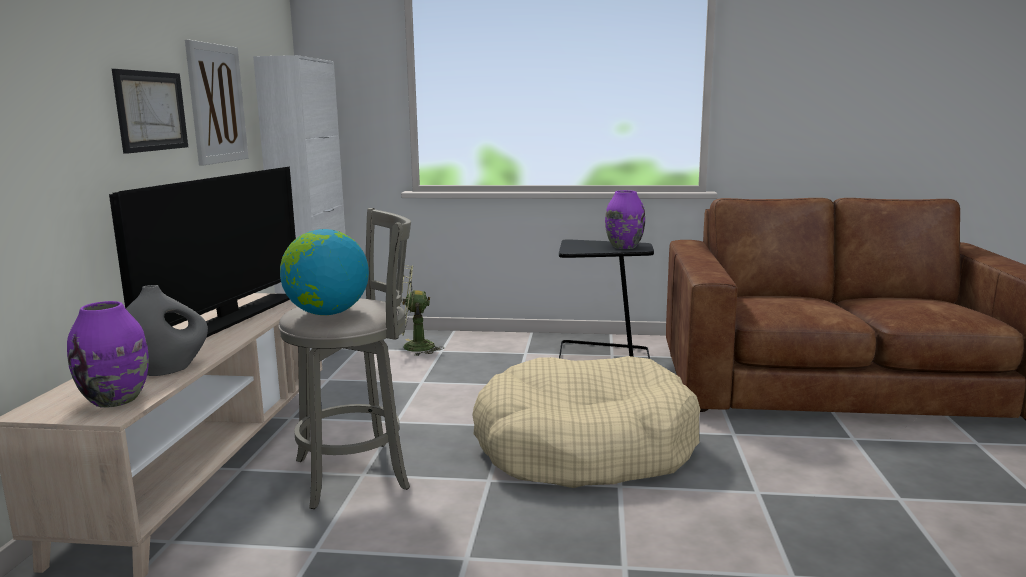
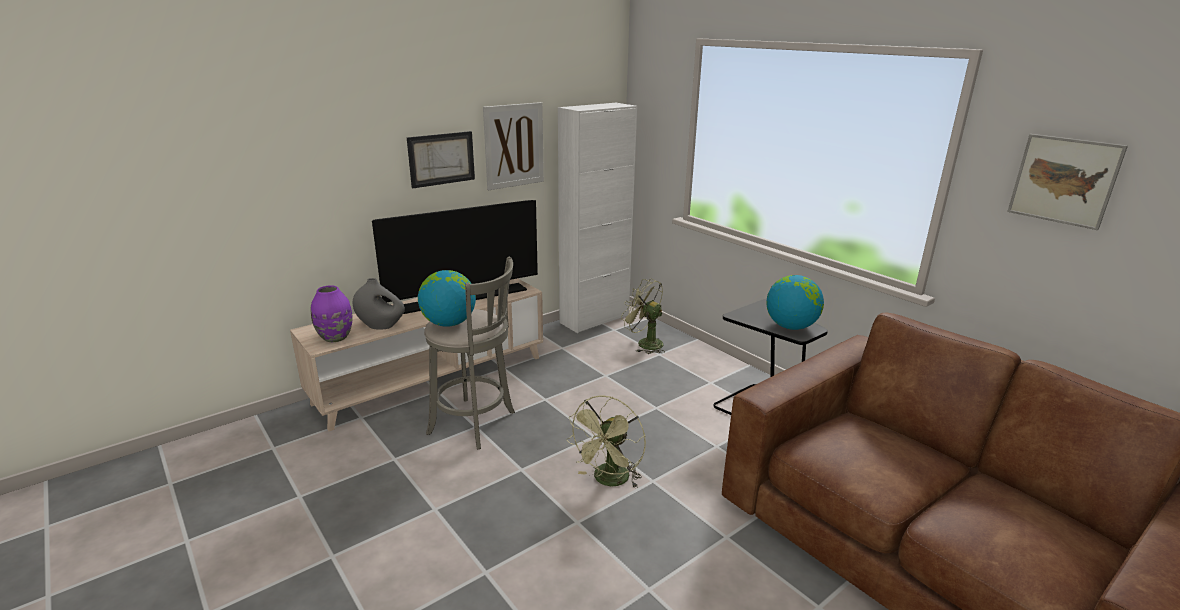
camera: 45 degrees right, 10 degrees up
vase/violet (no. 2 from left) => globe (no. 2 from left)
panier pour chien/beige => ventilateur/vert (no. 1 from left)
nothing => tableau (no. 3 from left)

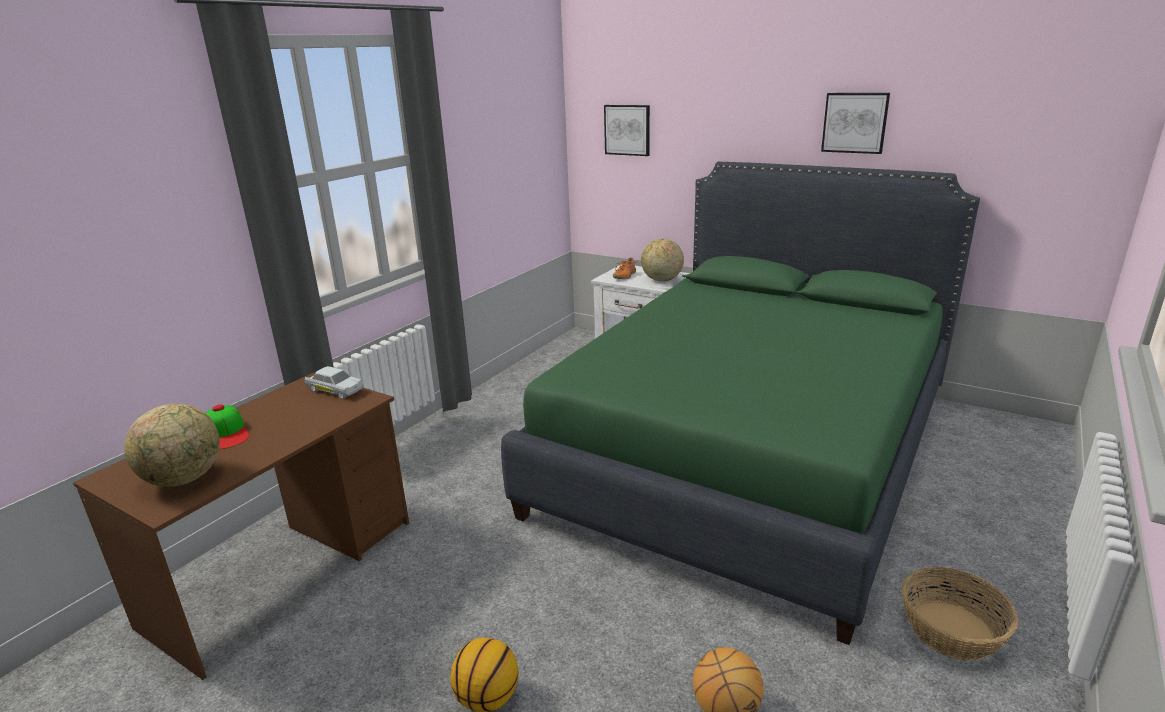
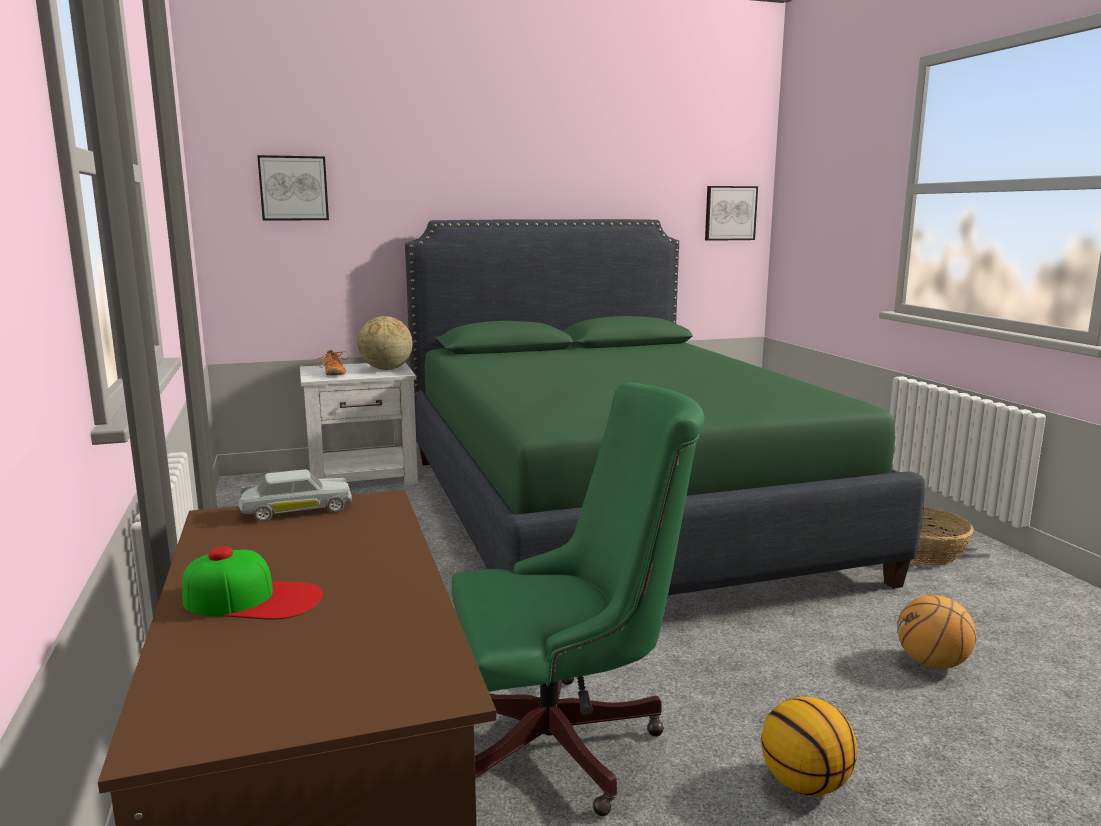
camera: 50 degrees left, 10 degrees down
tableau (no. 2 from left), relocated
globe (no. 1 from left) => nothing
nothing => chaise de bureau/vert

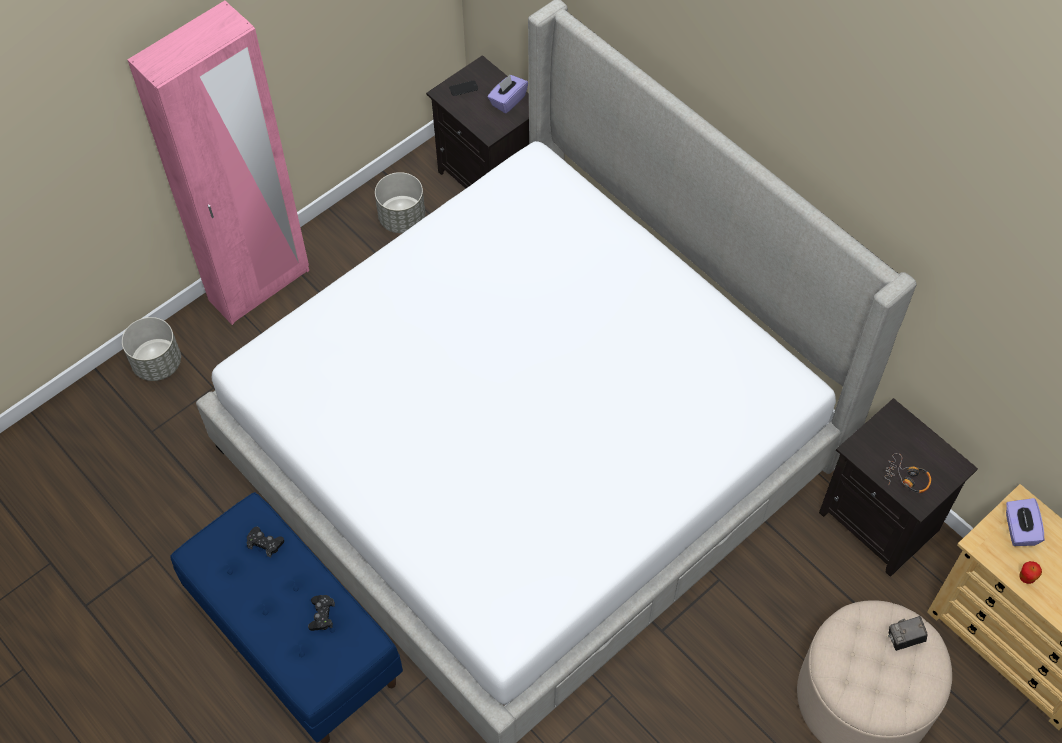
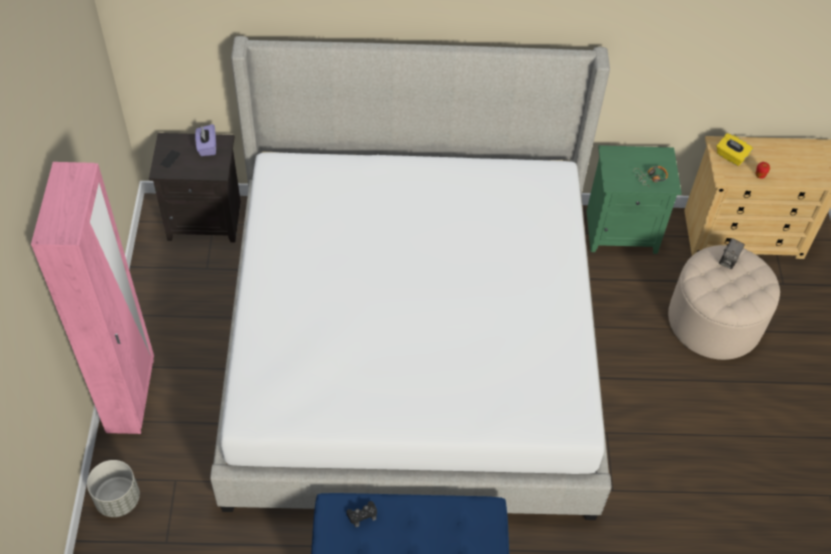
camera: 50 degrees left, 5 degrees down
cache-pot/gris (no. 2 from left) => nothing
table de chevet/noir (no. 2 from left) => table de chevet/vert
boîte à mouchoirs/violet (no. 2 from left) => boîte à mouchoirs/jaune
manette/noir (no. 2 from left) => nothing

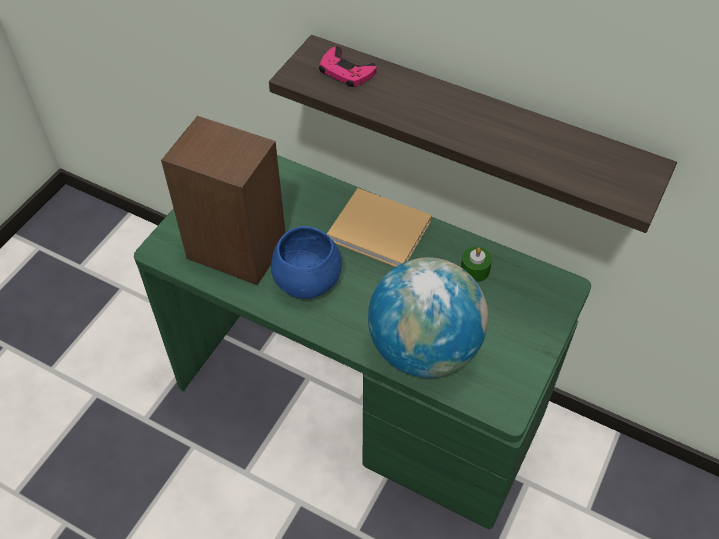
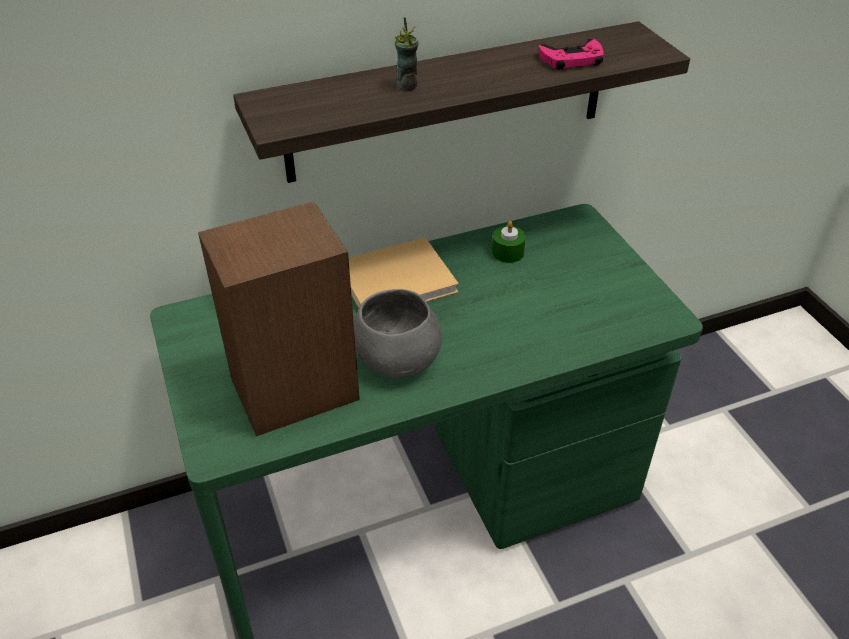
camera: 50 degrees left, 10 degrees down
manette/rose, relocated
bol/bleu => bol/gris
globe => nothing
nothing => tasse

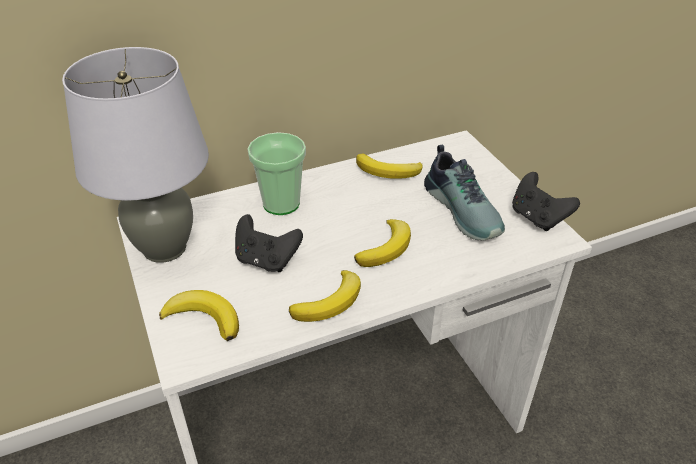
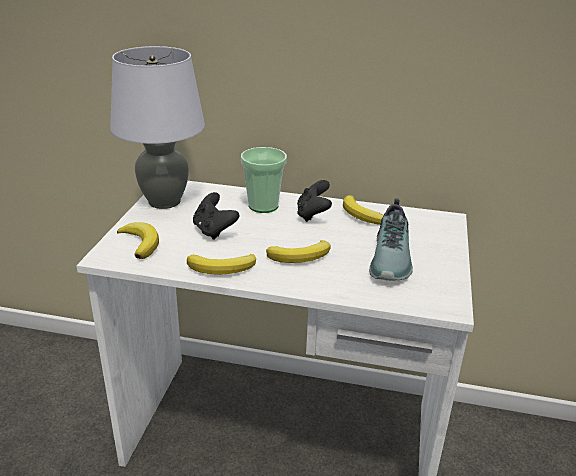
camera: 35 degrees right, 10 degrees down
manette/noir (no. 2 from left), relocated

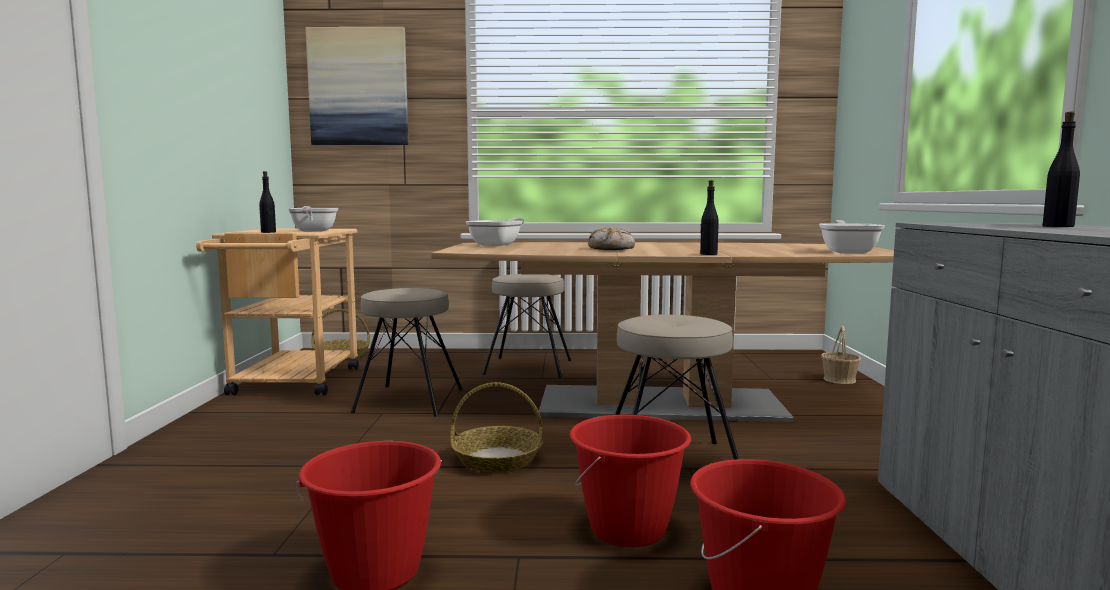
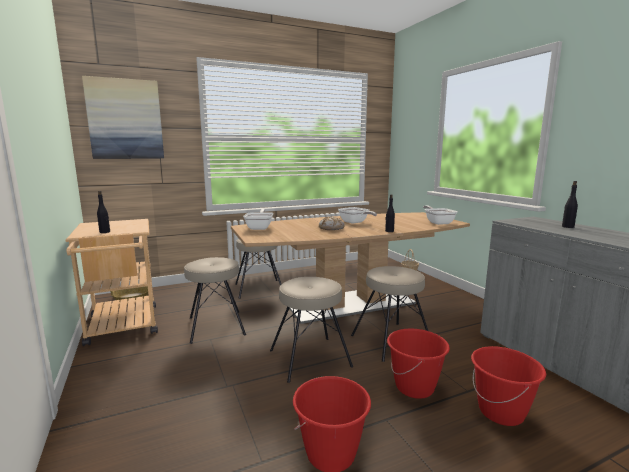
camera: 25 degrees left, 5 degrees up
poêle (no. 1 from left in the first image) => poêle (no. 2 from left), relocated
panier (no. 2 from left) => tabouret/beige (no. 3 from left)

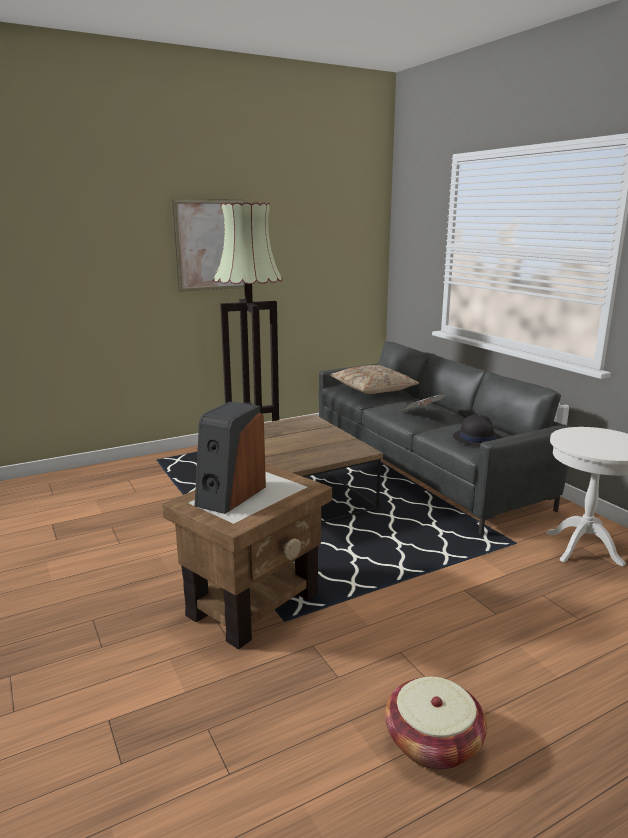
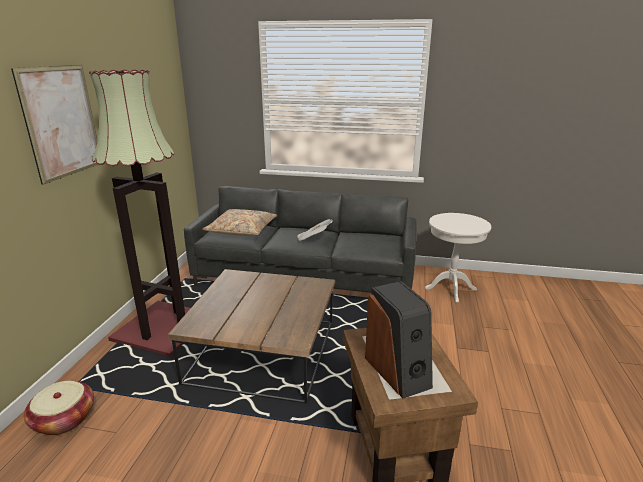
camera: 50 degrees left, 5 degrees up
chapeau/noir => nothing
panier, relocated

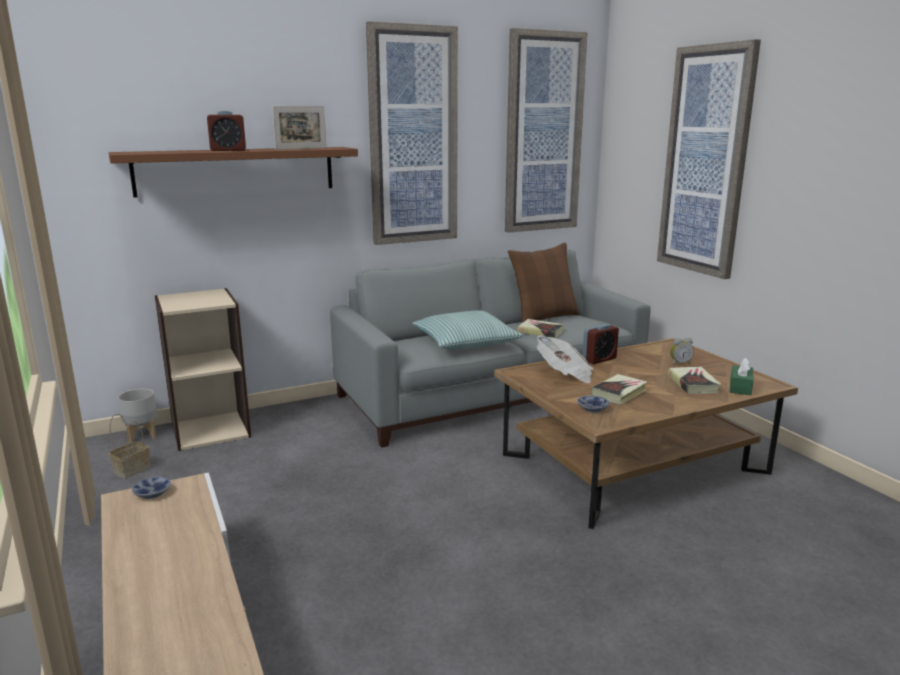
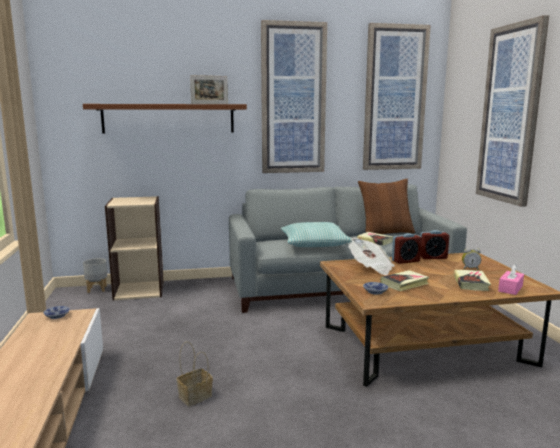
camera: 15 degrees right, 5 degrees down
réveil (no. 1 from left in the first image) => réveil (no. 2 from left), relocated
boîte à mouchoirs/vert => boîte à mouchoirs/rose
panier, relocated

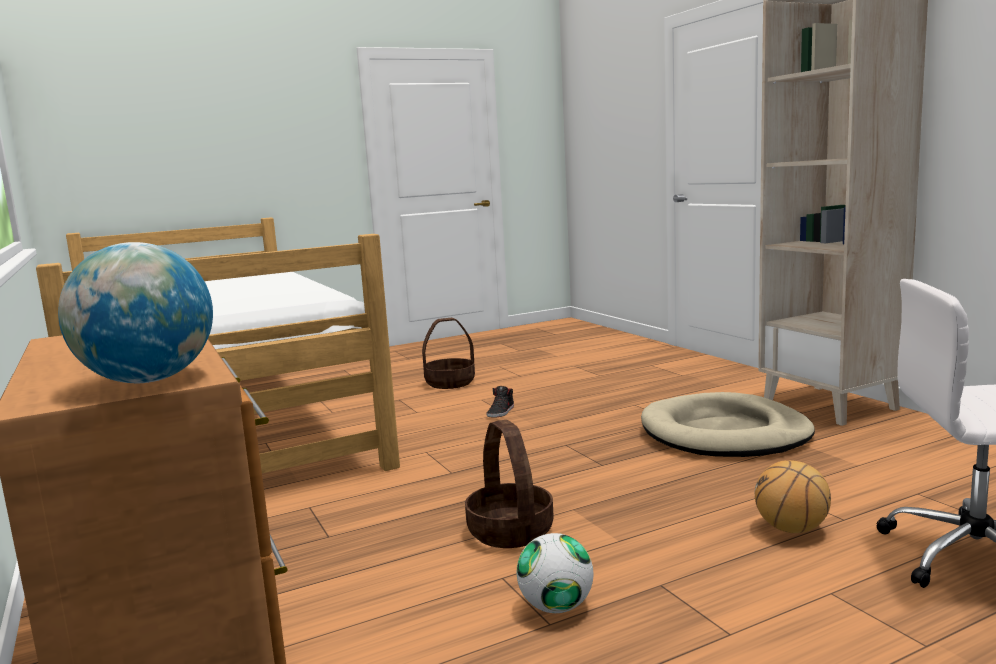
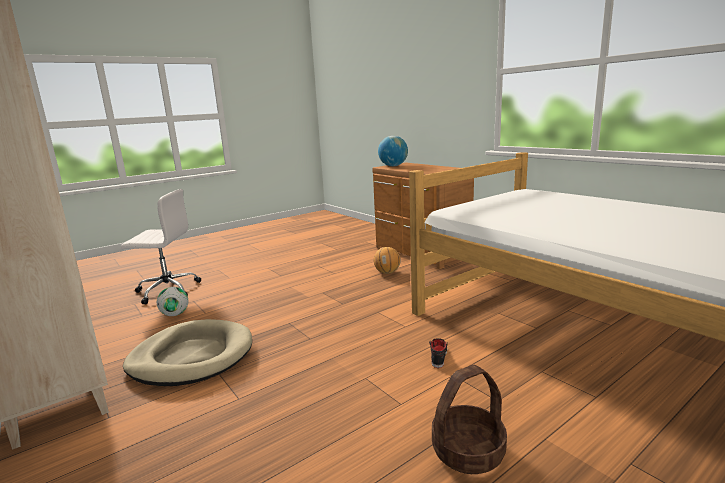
camera: 170 degrees right, 5 degrees up
chaussure/noir, relocated
panier (no. 2 from left) => nothing
ballon de basket, relocated
ballon de foot, relocated

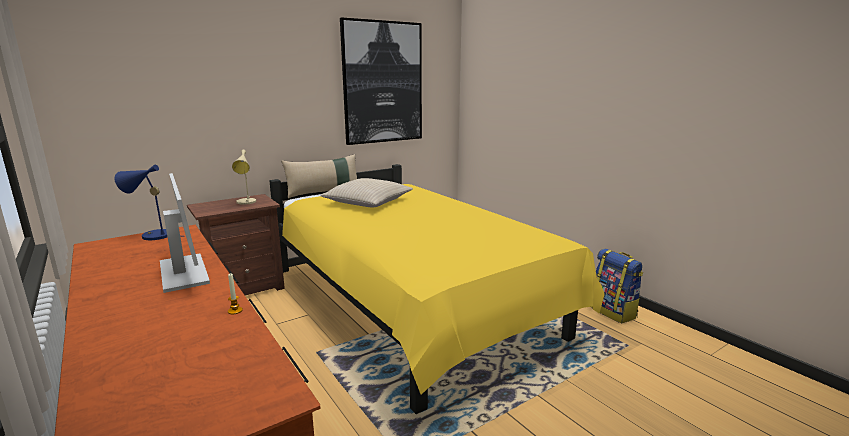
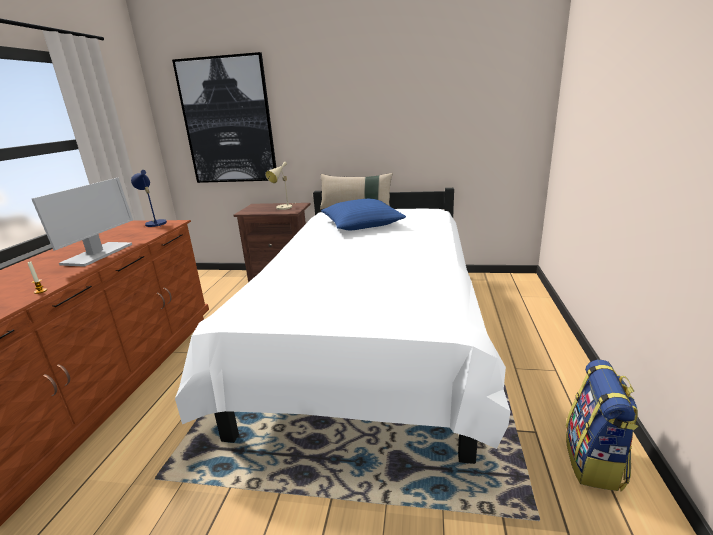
camera: 45 degrees right, 5 degrees up
tableau, relocated
lit/jaune => lit/blanc
coussin/beige (no. 2 from left) => coussin/bleu

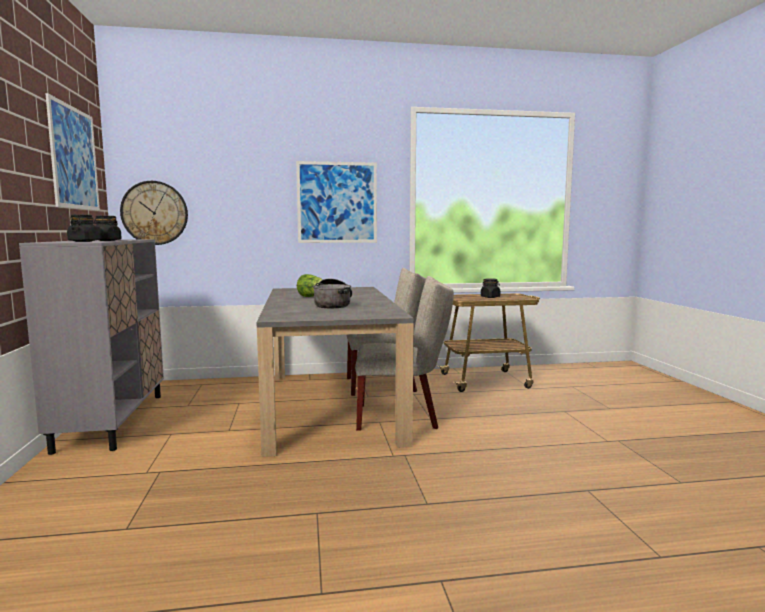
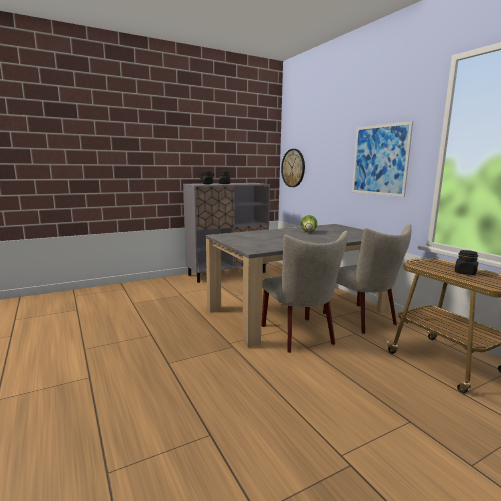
camera: 70 degrees right, 5 degrees up
tableau (no. 1 from left) => nothing
marmite => nothing

